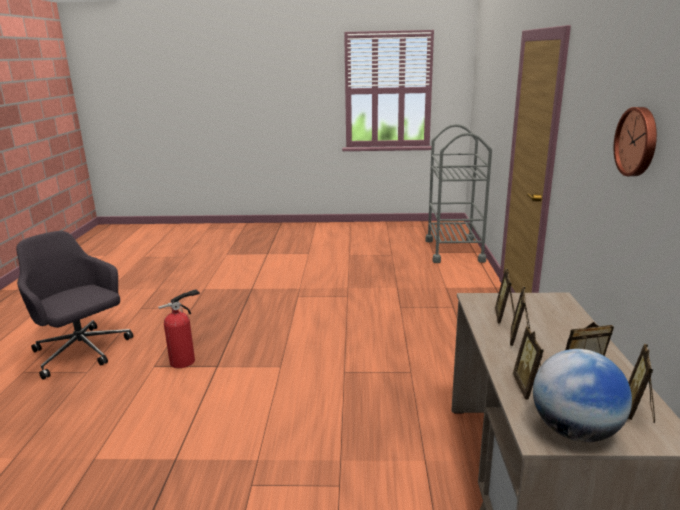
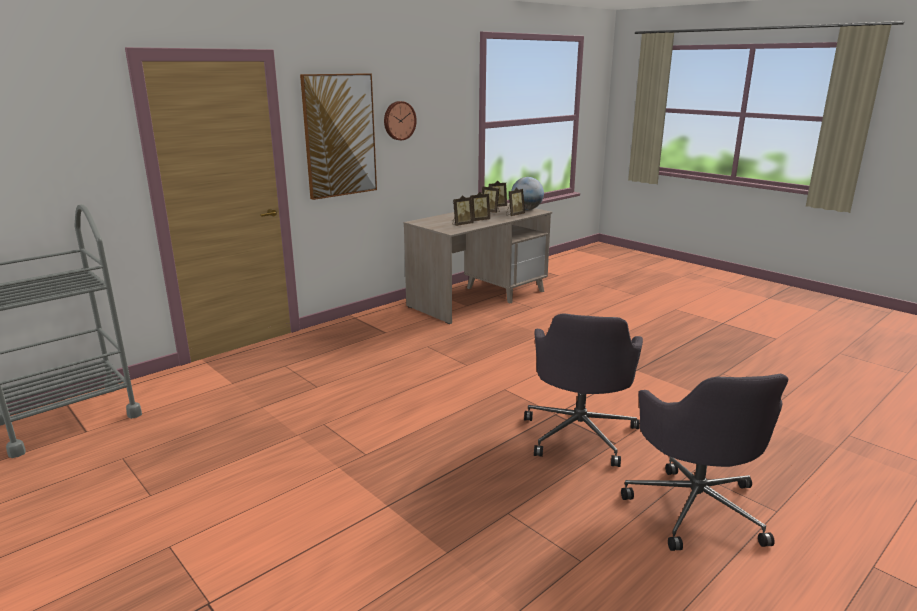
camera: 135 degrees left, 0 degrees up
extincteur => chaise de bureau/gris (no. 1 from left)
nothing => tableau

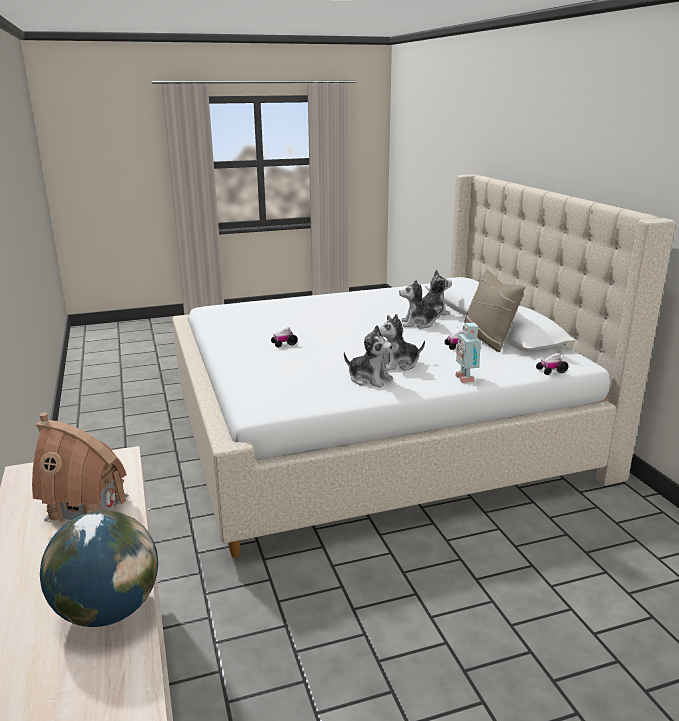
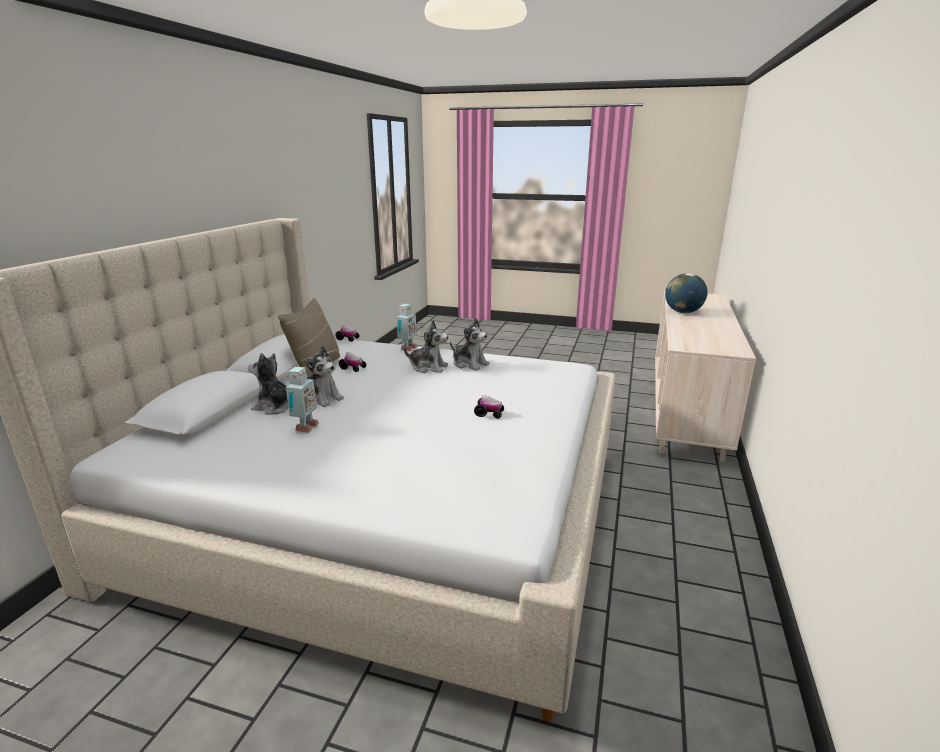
camera: 145 degrees left, 0 degrees up
peluche (no. 1 from left in the first image) => peluche (no. 4 from left), 150 degrees clockwise
maison miniature => nothing
nothing => robot jouet (no. 1 from left)

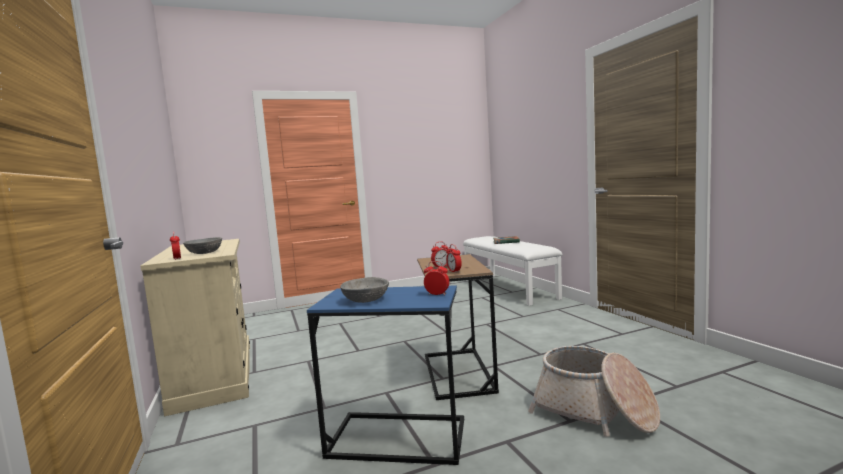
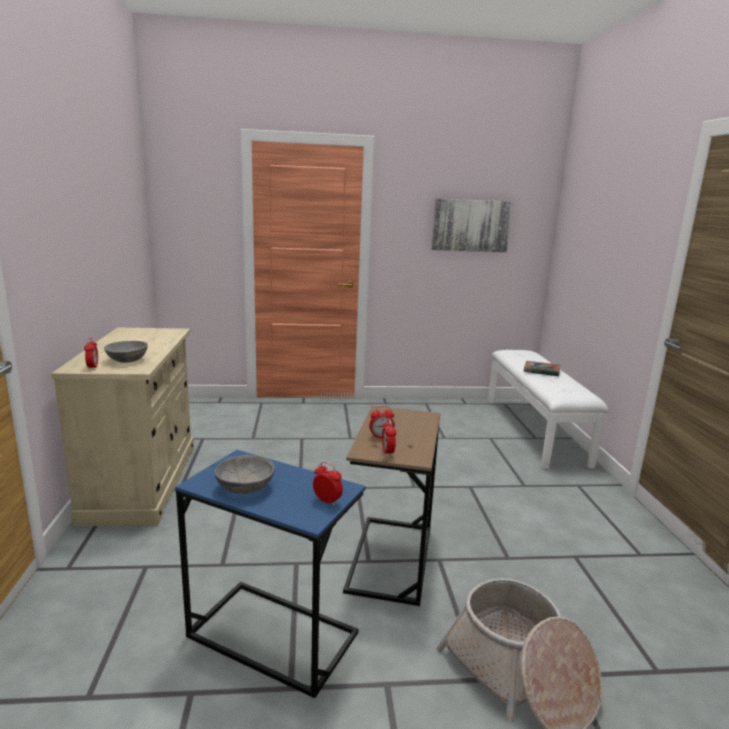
camera: 15 degrees right, 10 degrees up
nothing => tableau

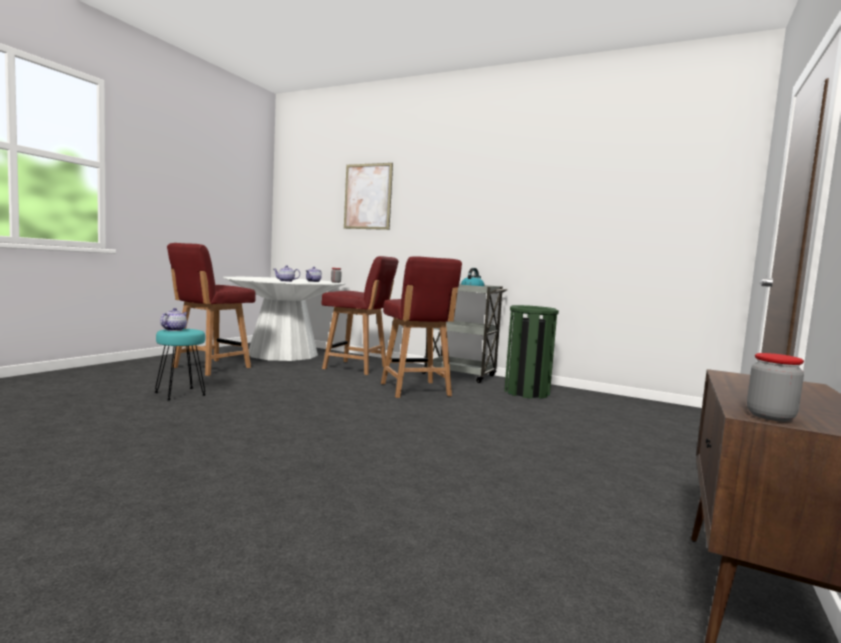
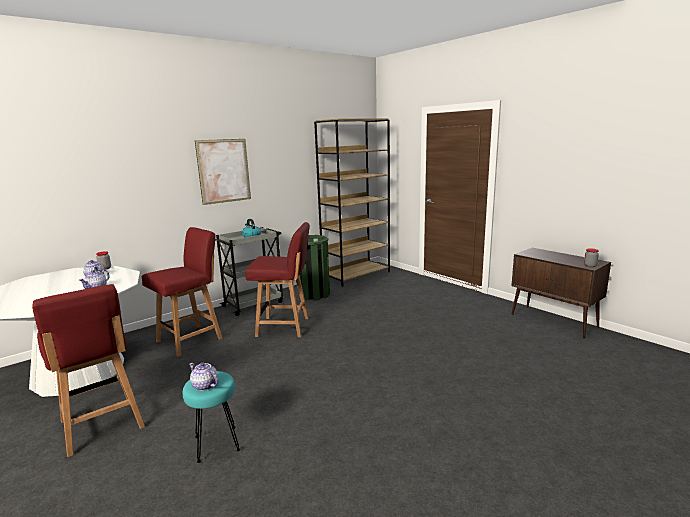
camera: 65 degrees left, 10 degrees up
tableau, relocated
nothing => bibliothèque/marron

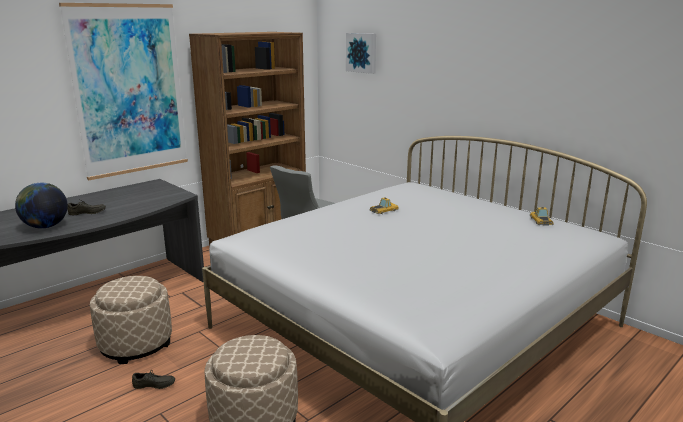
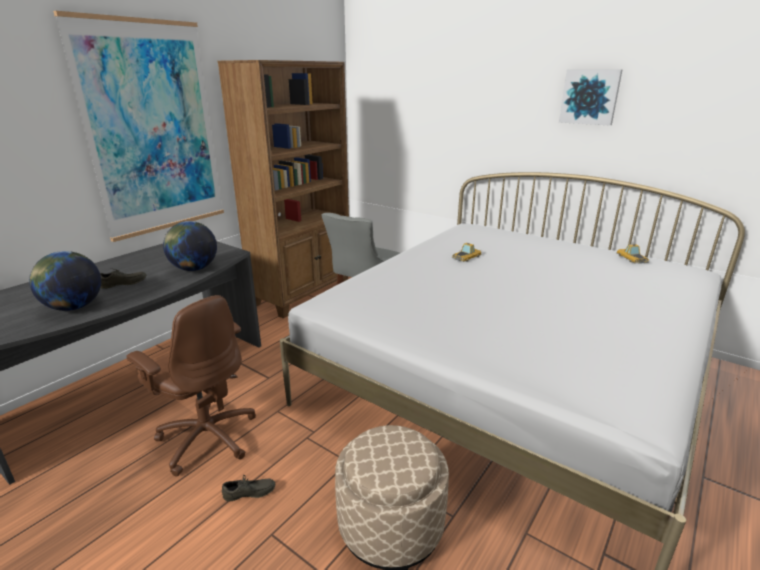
camera: 10 degrees left, 5 degrees up
tableau (no. 2 from left), relocated
pouf/beige (no. 1 from left) => chaise de bureau/marron
nothing => globe (no. 2 from left)

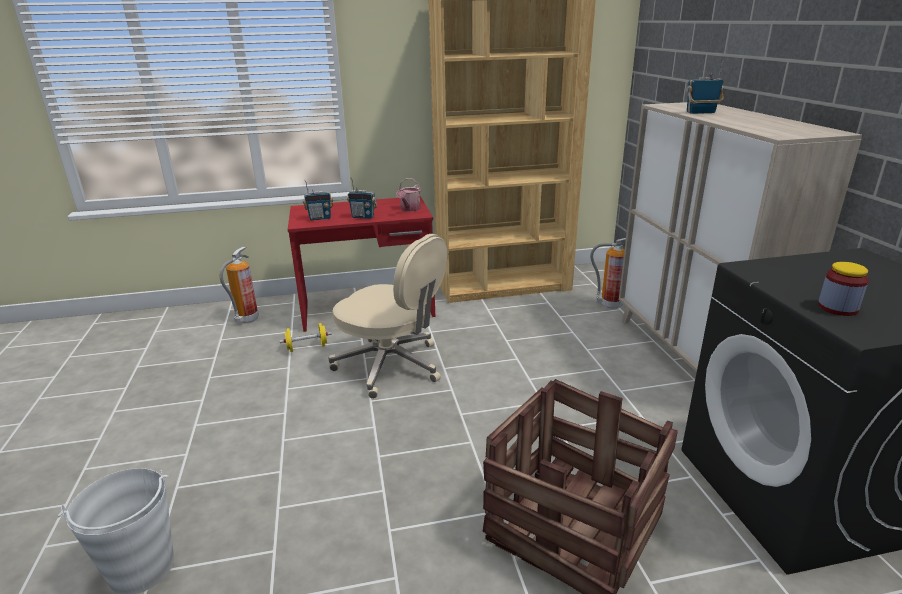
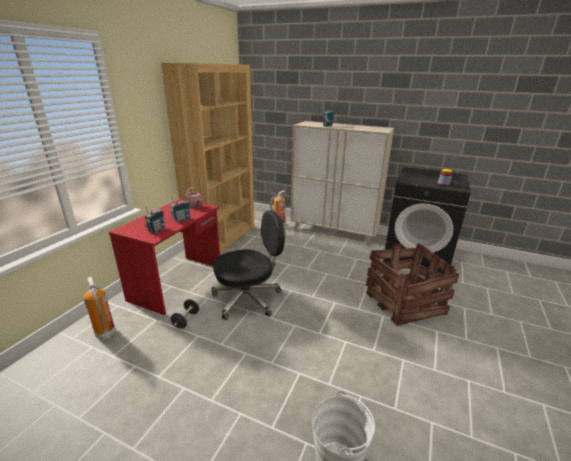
camera: 55 degrees left, 0 degrees up
chaise de bureau/beige => chaise de bureau/noir
haltère/jaune => haltère/noir

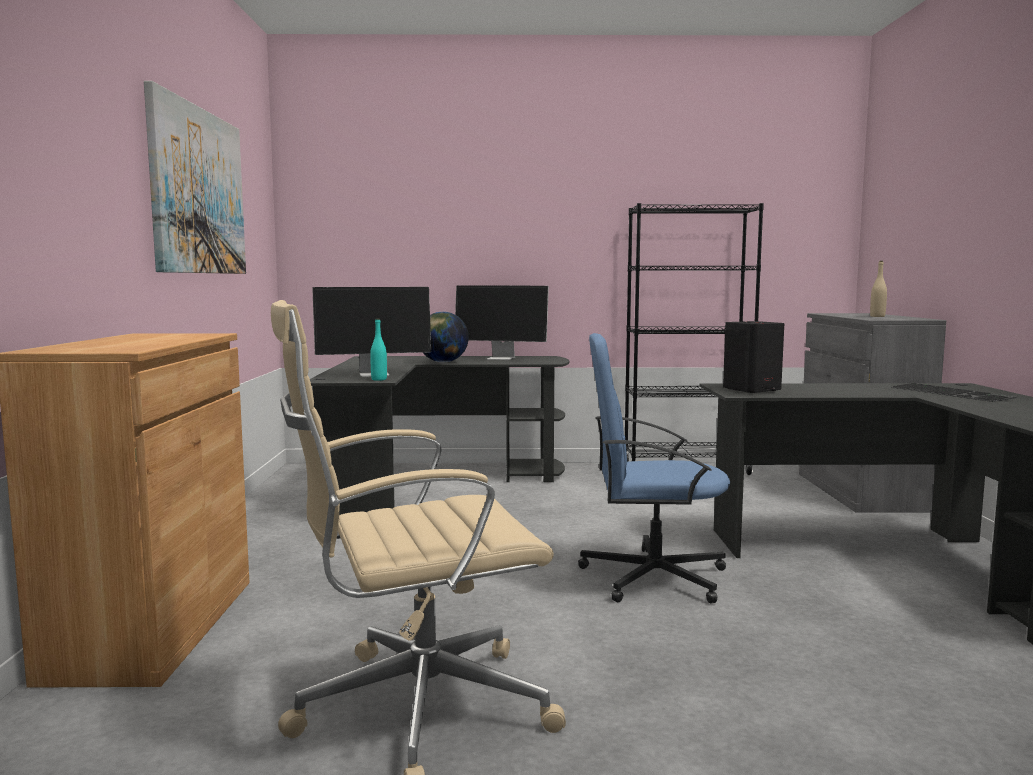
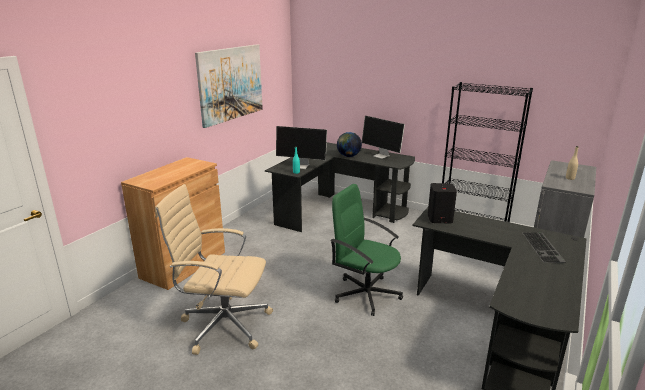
camera: 30 degrees right, 15 degrees up
chaise de bureau/bleu => chaise de bureau/vert

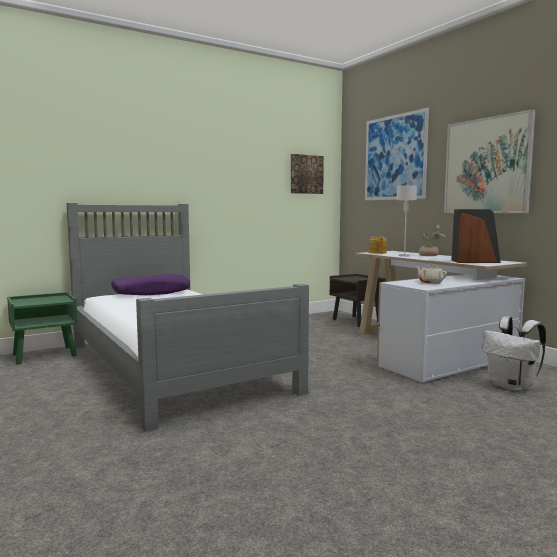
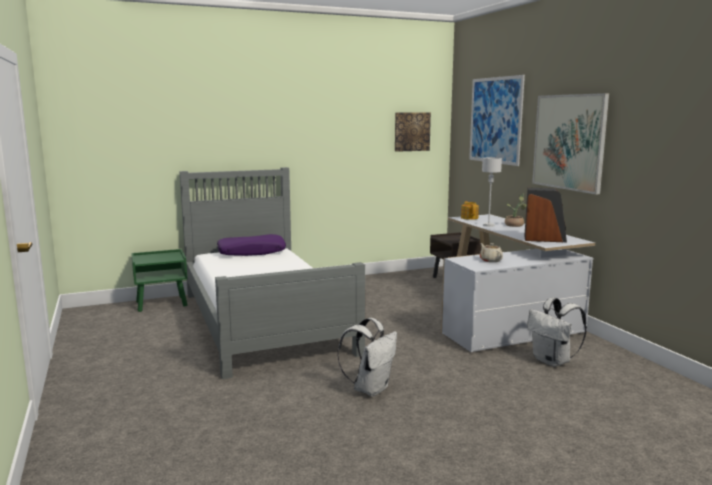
camera: 10 degrees right, 5 degrees up
nothing => sac à dos/blanc (no. 1 from left)

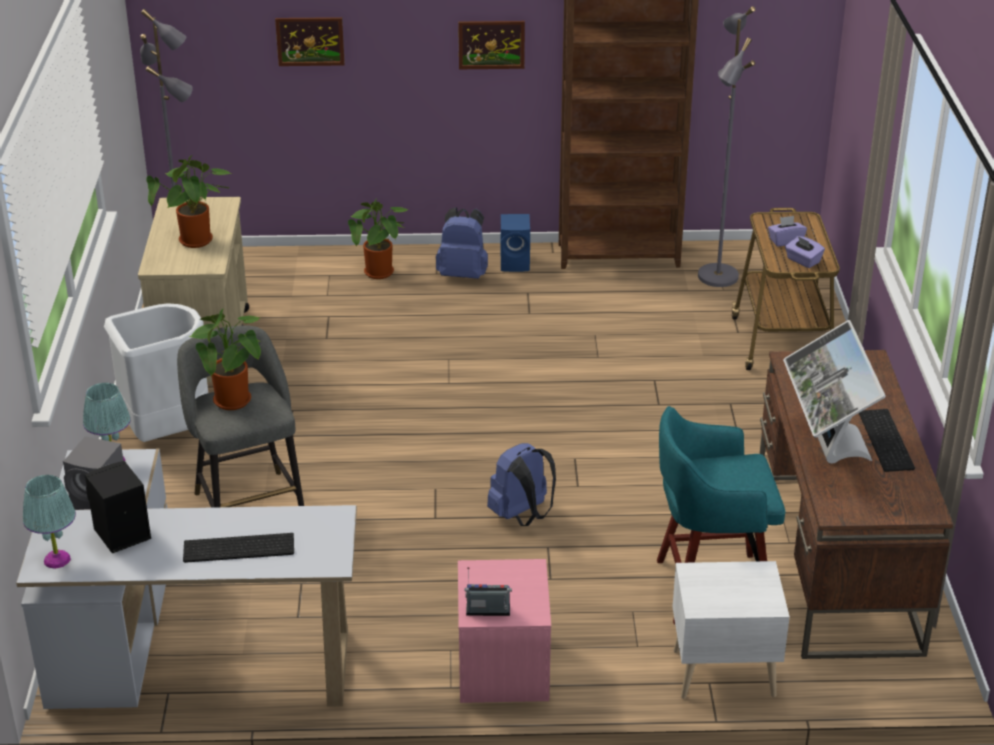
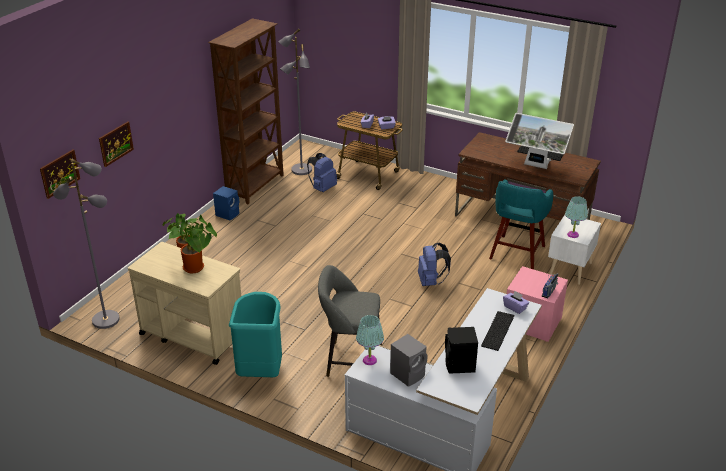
camera: 60 degrees left, 0 degrees up
tableau (no. 2 from left in the first image) => tableau (no. 1 from left), relocated
sac à dos/bleu (no. 1 from left), relocated
poubelle/blanc => poubelle/turquoise
plante en pot (no. 2 from left) => nothing
lampe de table/turquoise (no. 1 from left in the first image) => lampe de table/turquoise (no. 2 from left), relocated
nothing => boîte à mouchoirs/violet (no. 3 from left)

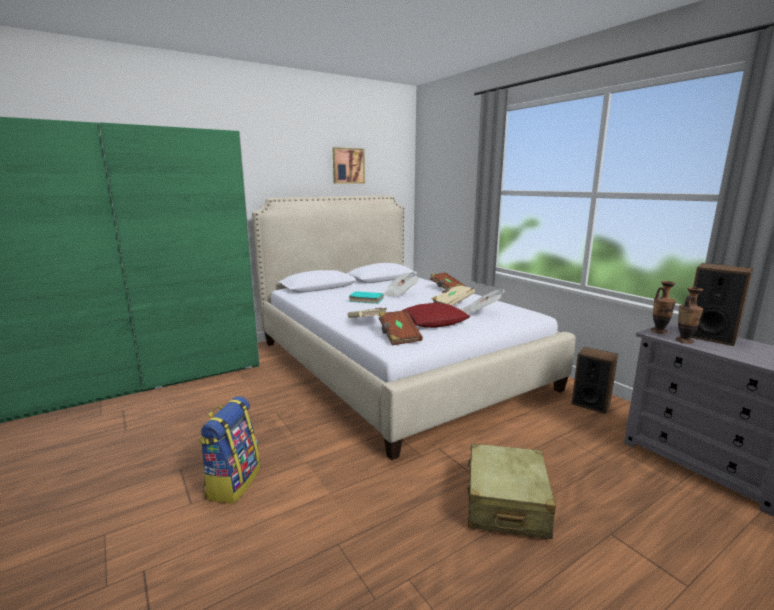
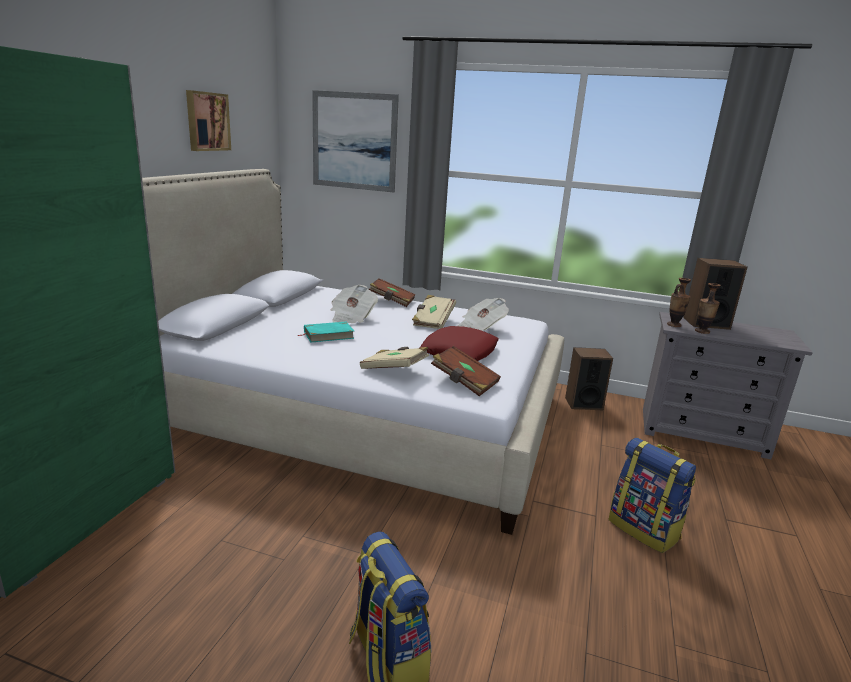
camera: 40 degrees left, 5 degrees up
valise/beige => sac à dos (no. 2 from left)
nothing => tableau (no. 2 from left)

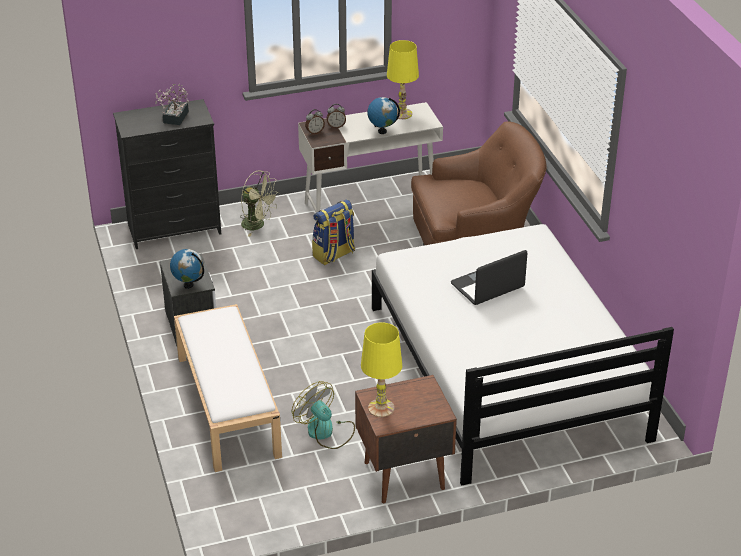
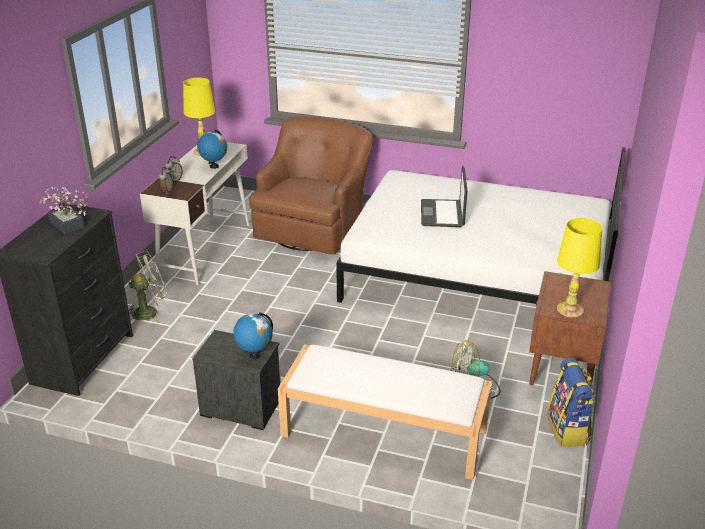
camera: 55 degrees left, 5 degrees down
sac à dos, relocated

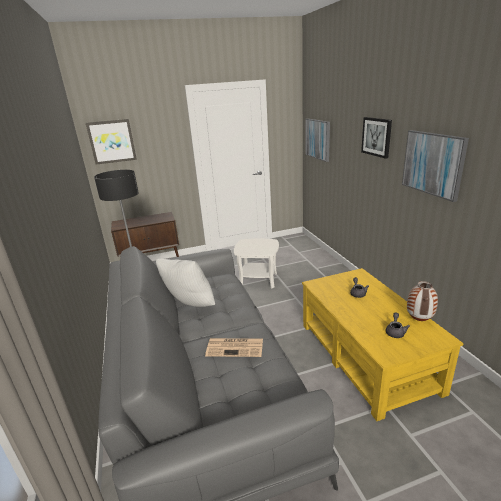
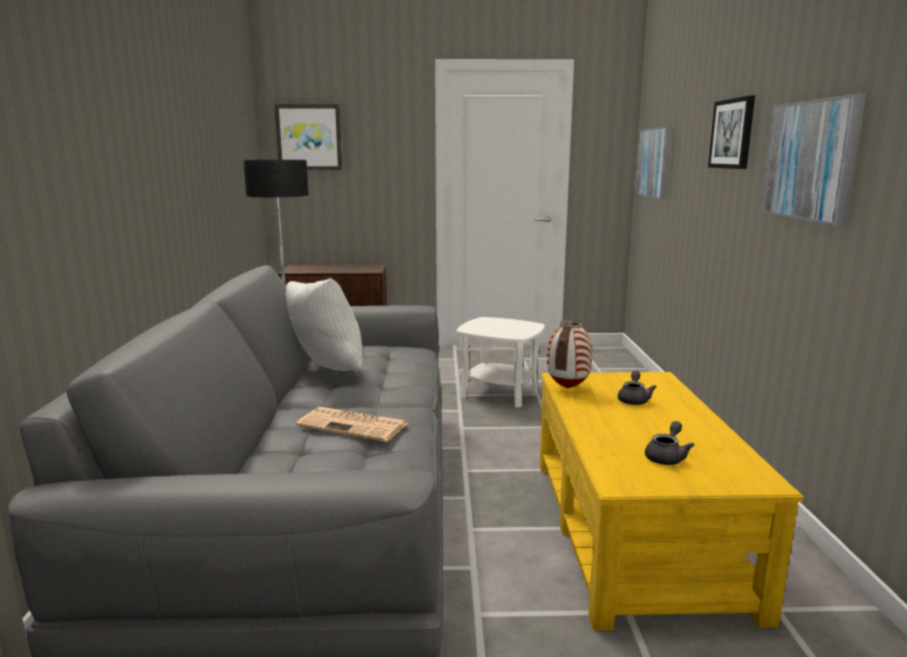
camera: 15 degrees right, 10 degrees down
vase, relocated

